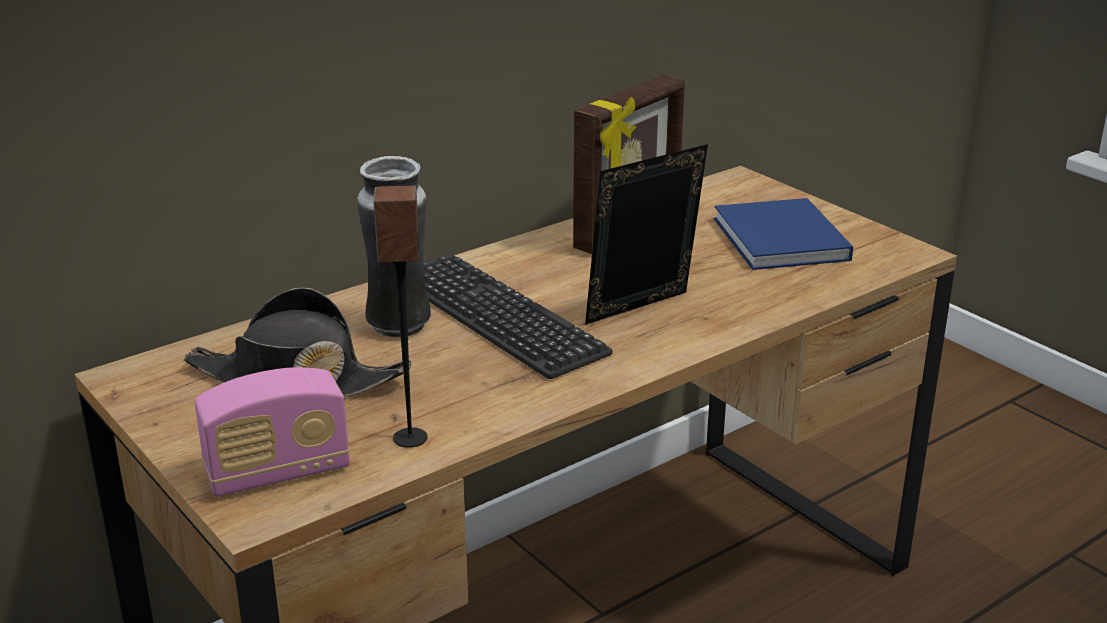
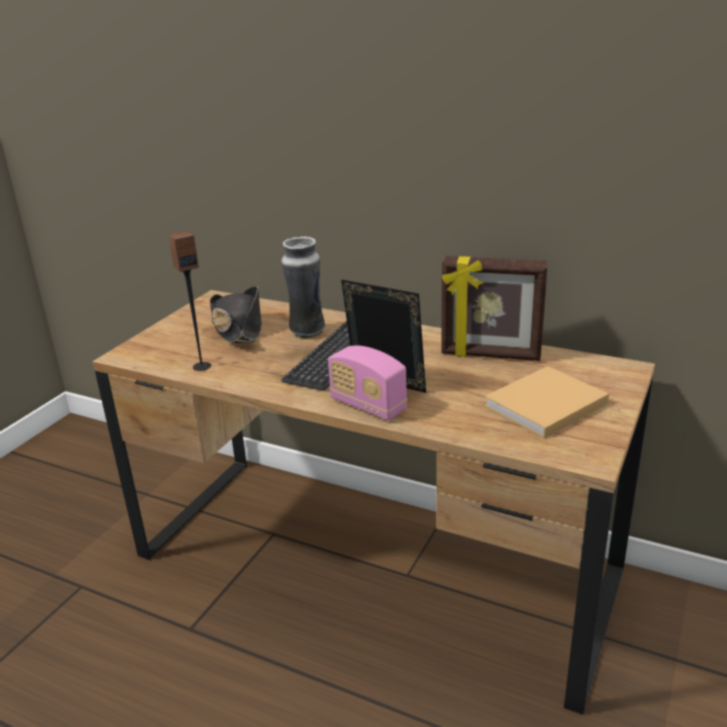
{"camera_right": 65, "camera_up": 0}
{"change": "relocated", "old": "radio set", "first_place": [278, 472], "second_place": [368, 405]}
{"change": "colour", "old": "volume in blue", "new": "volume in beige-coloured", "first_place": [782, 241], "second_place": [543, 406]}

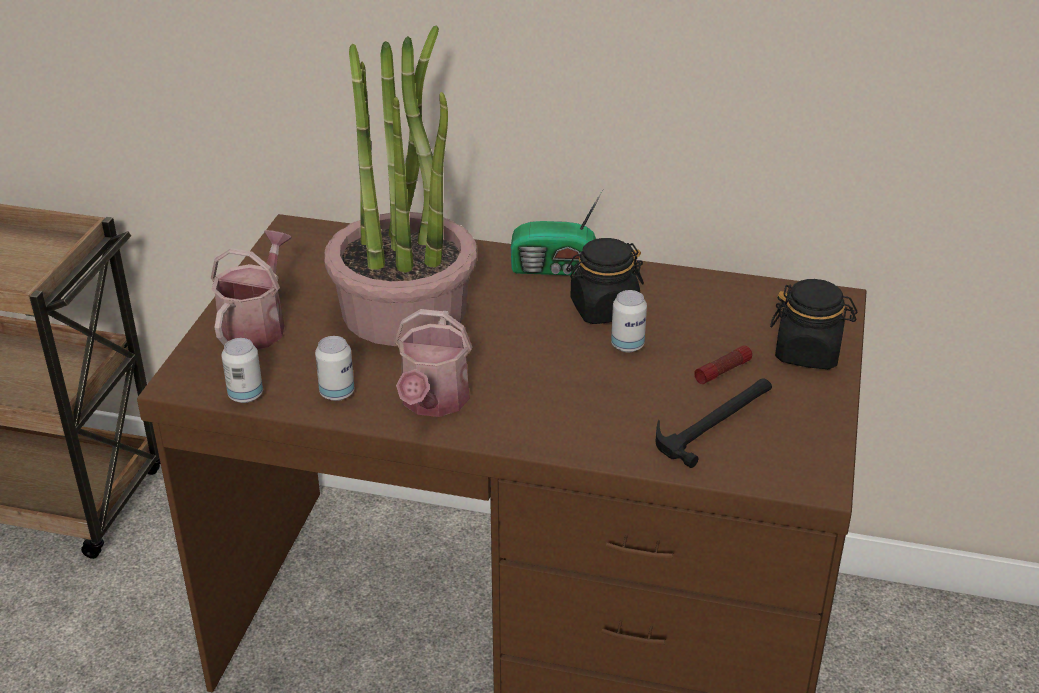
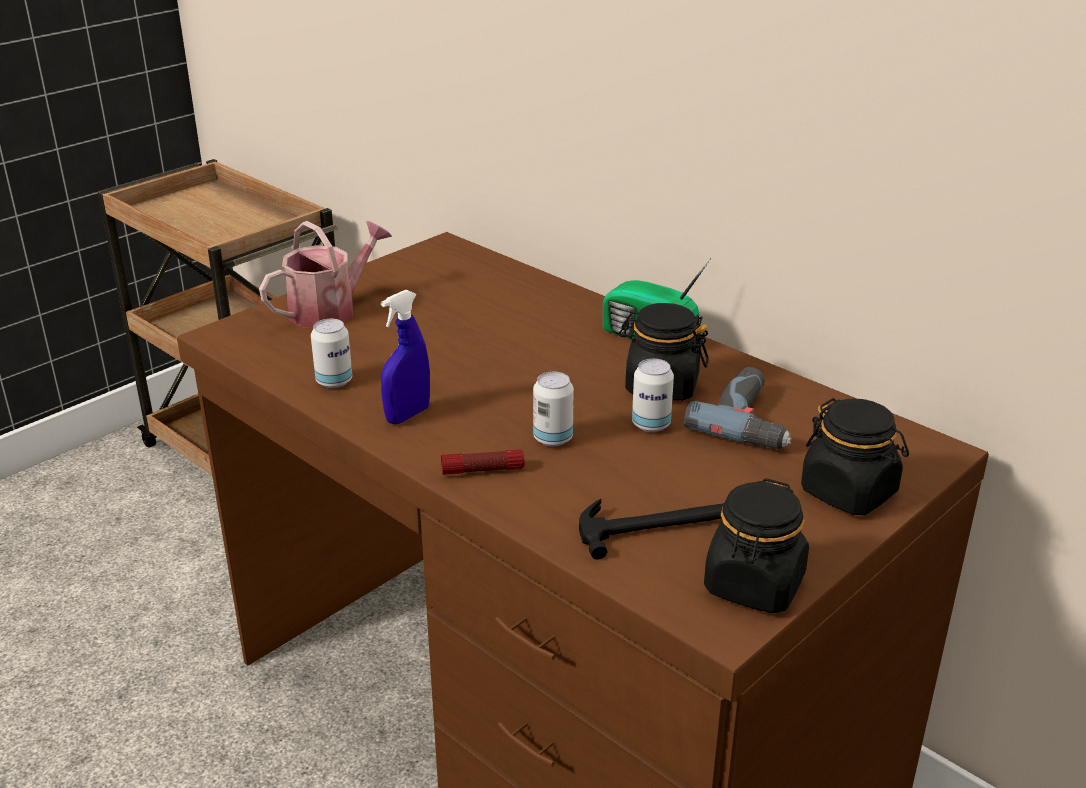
{"camera_right": 30, "camera_up": -5}
{"change": "exchanged", "old": "watering can", "new": "hand sprayer in blue", "first_place": [432, 402], "second_place": [407, 415]}
{"change": "relocated", "old": "torch", "first_place": [723, 371], "second_place": [483, 470]}
{"change": "relocated", "old": "can", "first_place": [245, 395], "second_place": [553, 439]}
{"change": "appeared", "new": "electric drill", "second_place": [751, 420]}
{"change": "appeared", "new": "jar in black-coloured", "second_place": [754, 585]}
{"change": "missing", "old": "potted plant", "first_place": [405, 309]}

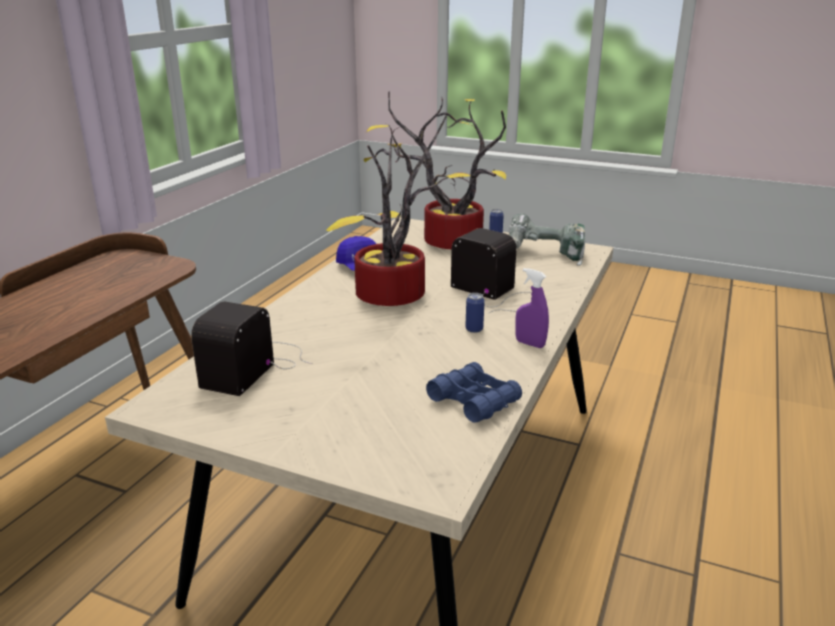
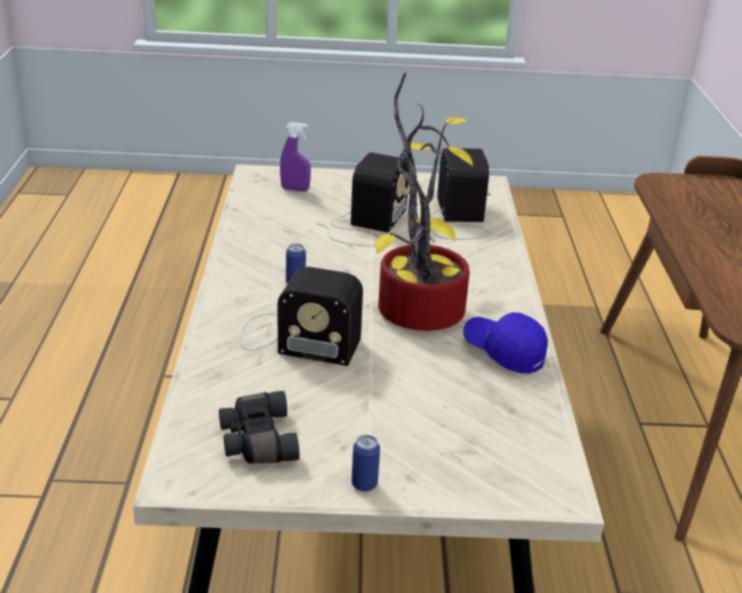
{"camera_right": 155, "camera_up": 5}
{"change": "exchanged", "old": "electric drill", "new": "pair of binoculars in black-coloured", "first_place": [544, 256], "second_place": [256, 441]}
{"change": "relocated", "old": "hand sprayer in purplish", "first_place": [530, 344], "second_place": [295, 189]}
{"change": "appeared", "new": "radio set", "second_place": [367, 225]}
{"change": "missing", "old": "potted plant", "first_place": [447, 242]}
{"change": "missing", "old": "pair of binoculars in blue", "first_place": [474, 401]}

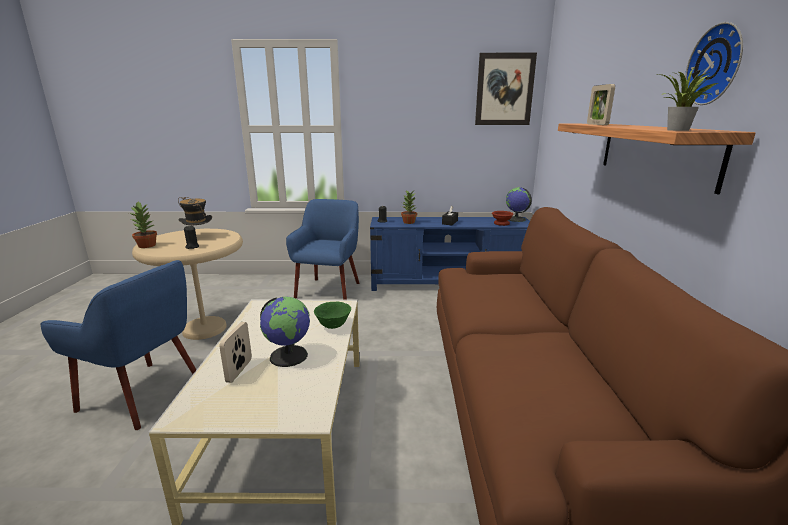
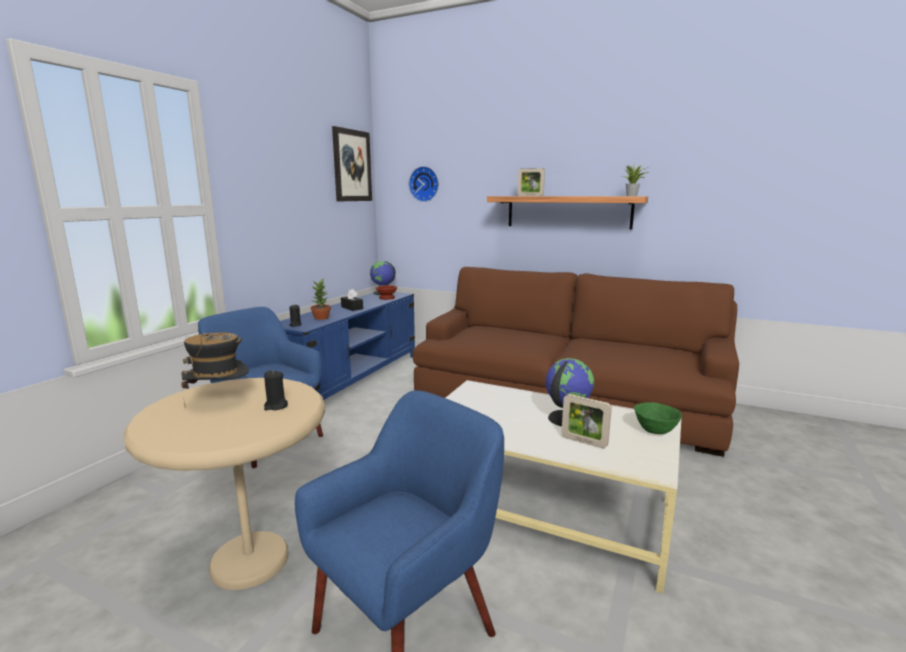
{"camera_right": -65, "camera_up": -5}
{"change": "relocated", "old": "wall clock", "first_place": [718, 65], "second_place": [424, 184]}
{"change": "relocated", "old": "deep dish in green-coloured", "first_place": [333, 325], "second_place": [655, 431]}
{"change": "missing", "old": "potted plant", "first_place": [147, 245]}

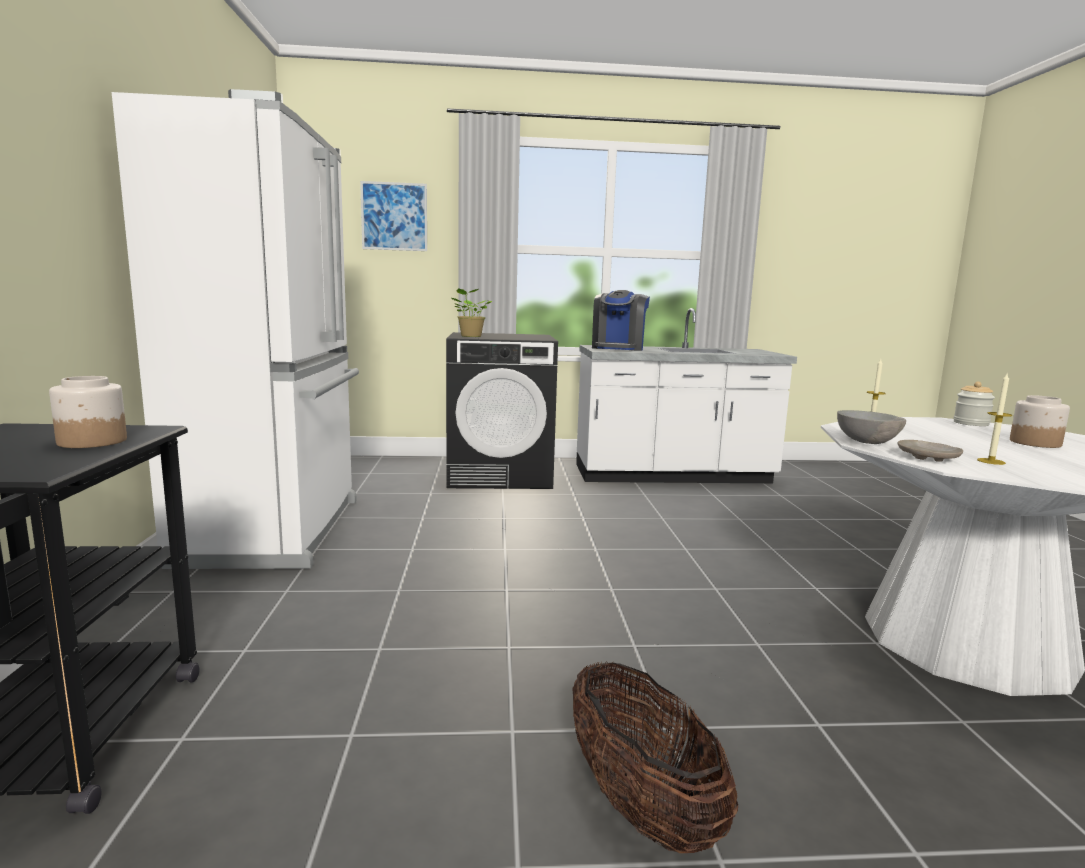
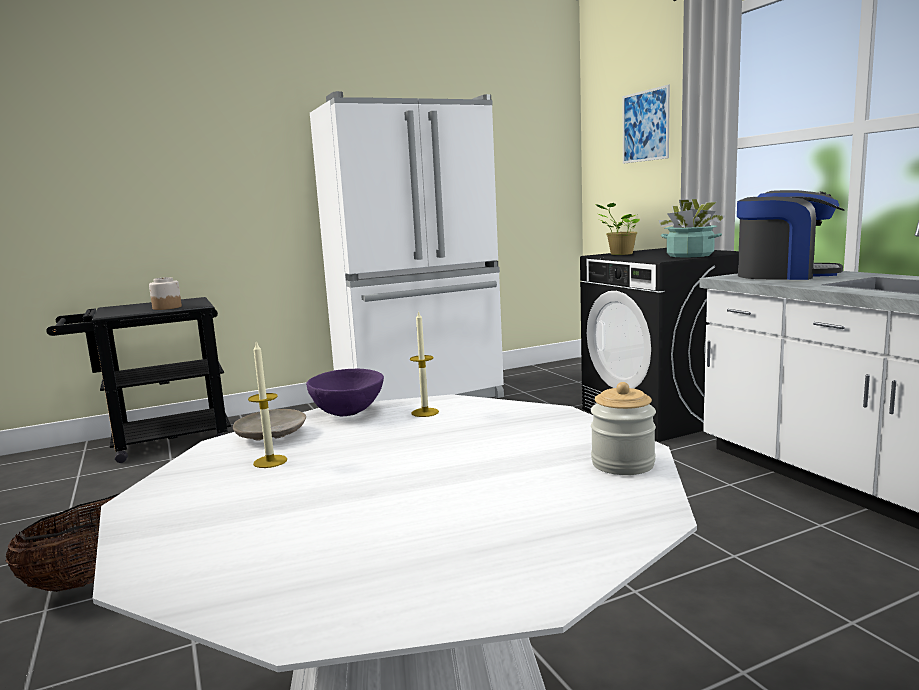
{"camera_right": 70, "camera_up": 0}
{"change": "colour", "old": "deep dish in greyish", "new": "deep dish in purplish", "first_place": [866, 442], "second_place": [349, 412]}
{"change": "appeared", "new": "potted plant", "second_place": [690, 255]}
{"change": "spun", "old": "coffee brewer", "first_place": [618, 348], "second_place": [784, 275], "degrees": -150}
{"change": "missing", "old": "jar", "first_place": [1034, 443]}

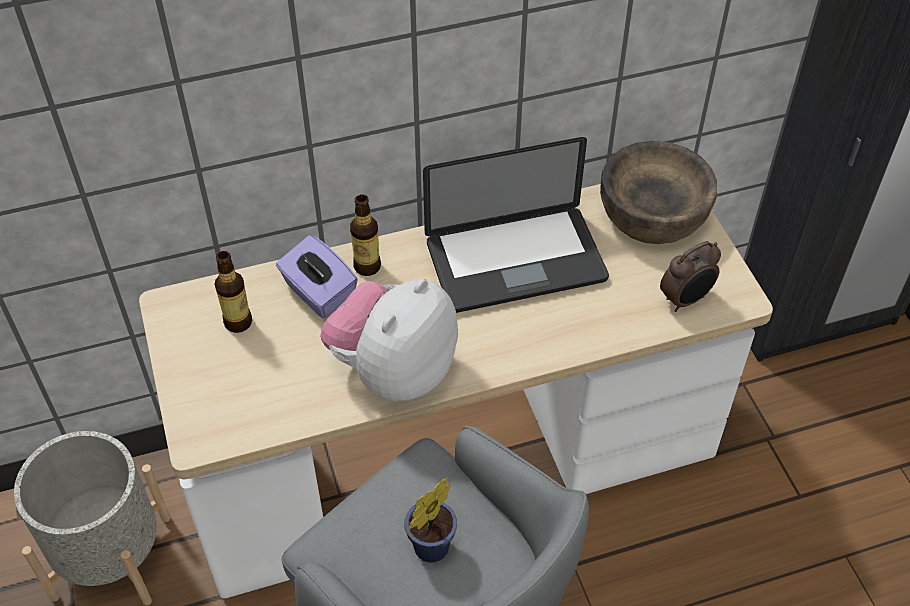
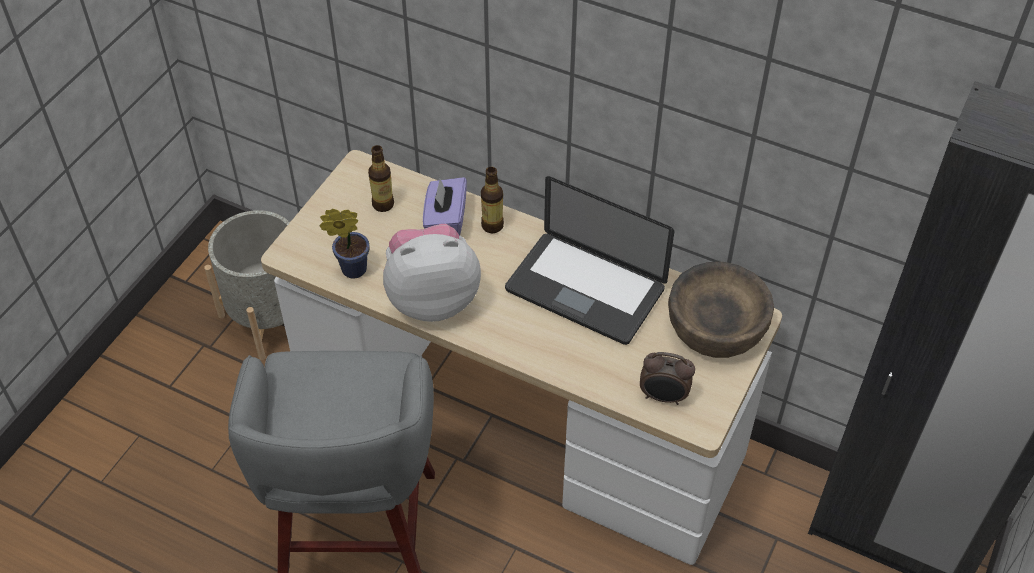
{"camera_right": 45, "camera_up": 0}
{"change": "relocated", "old": "potted plant", "first_place": [427, 550], "second_place": [350, 269]}

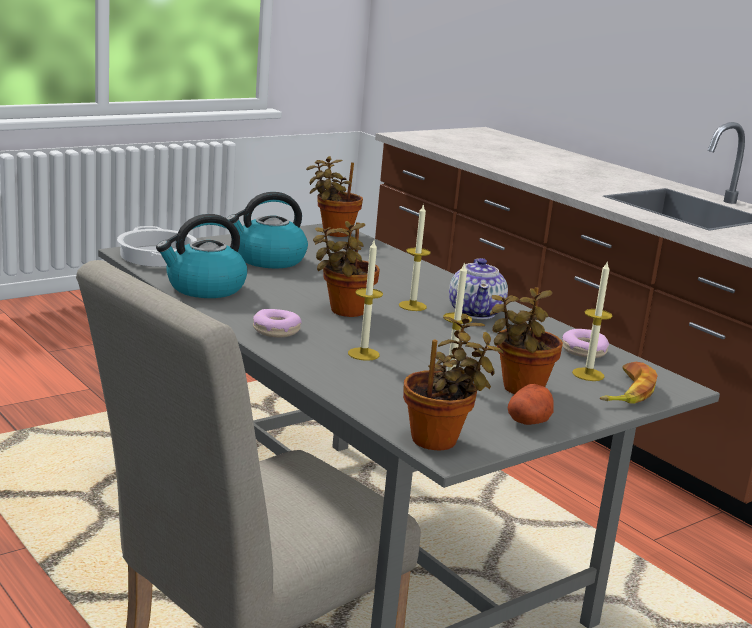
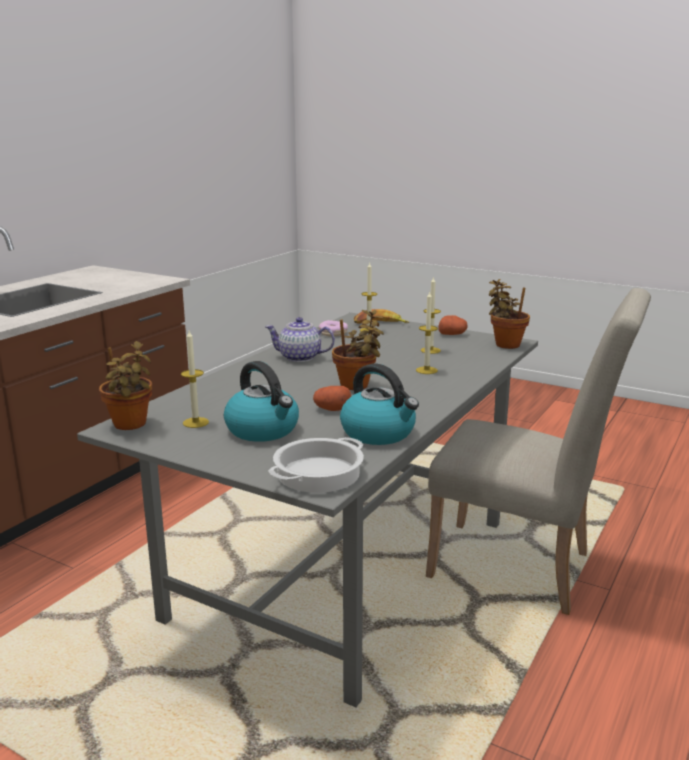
{"camera_right": -110, "camera_up": 0}
{"change": "relocated", "old": "candle", "first_place": [412, 306], "second_place": [195, 422]}
{"change": "spun", "old": "teapot", "first_place": [476, 312], "second_place": [300, 358], "degrees": -150}
{"change": "appeared", "new": "potato", "second_place": [331, 409]}
{"change": "missing", "old": "ring doughnut", "first_place": [276, 330]}
{"change": "missing", "old": "potted plant", "first_place": [519, 389]}

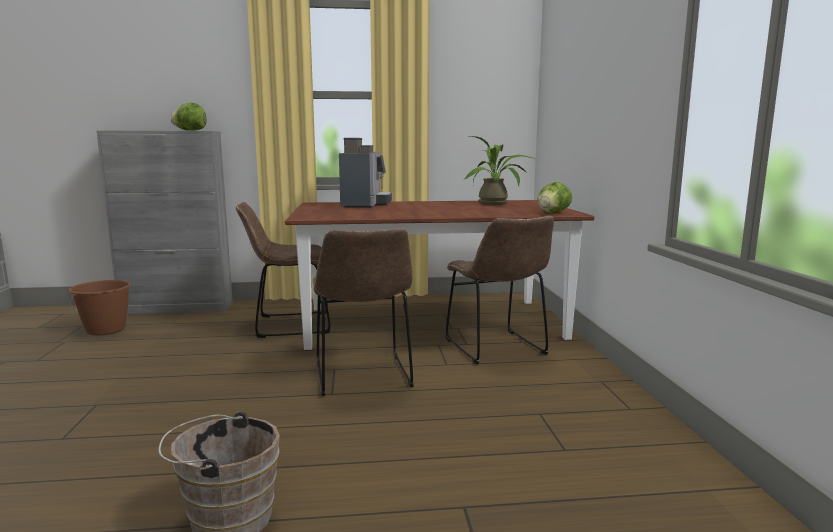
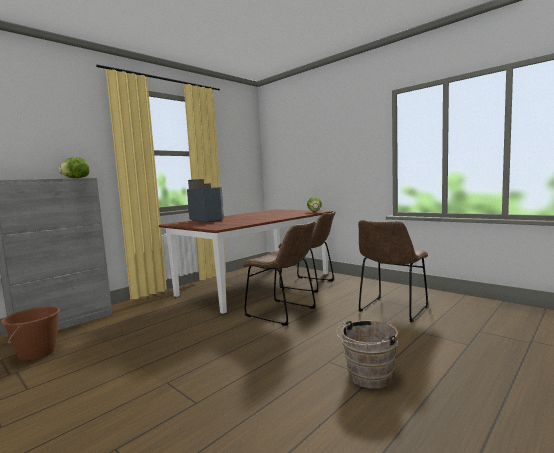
{"camera_right": -40, "camera_up": -5}
{"change": "relocated", "old": "plain chair in brownish", "first_place": [288, 325], "second_place": [392, 310]}
{"change": "missing", "old": "potted plant", "first_place": [497, 203]}

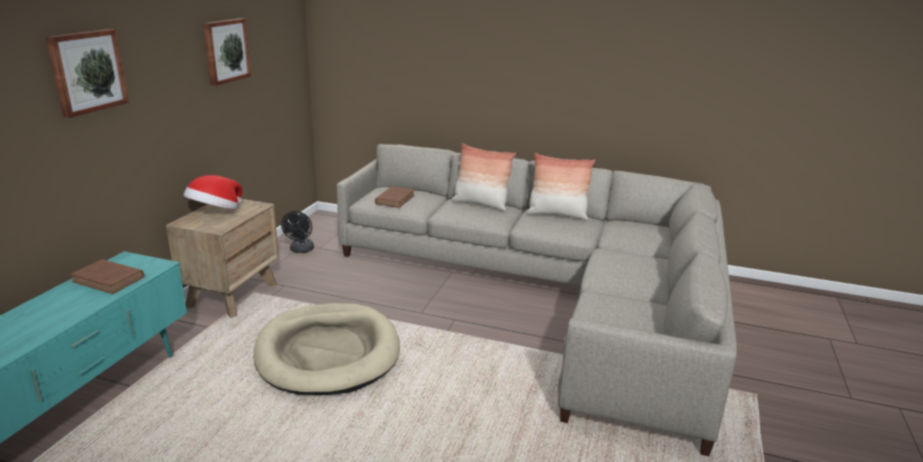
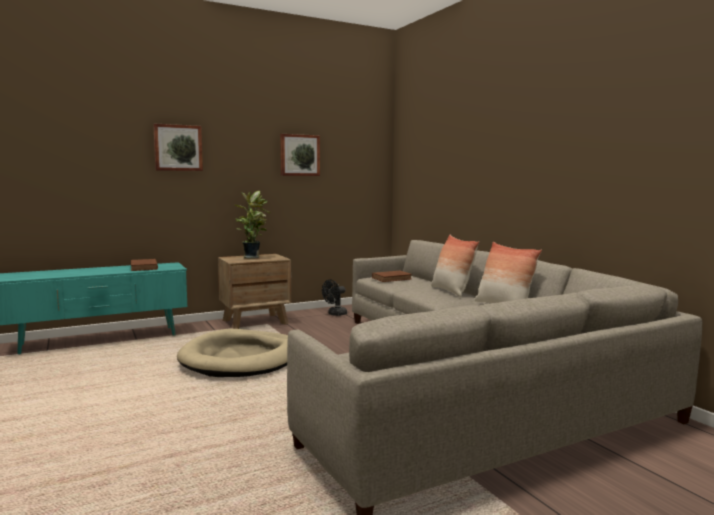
{"camera_right": 45, "camera_up": -15}
{"change": "exchanged", "old": "clothing hat", "new": "potted plant", "first_place": [215, 212], "second_place": [252, 257]}

